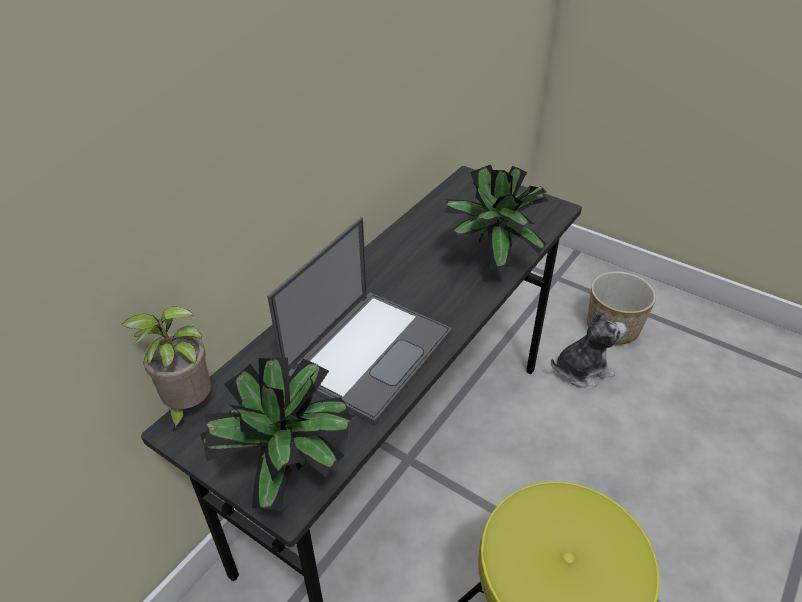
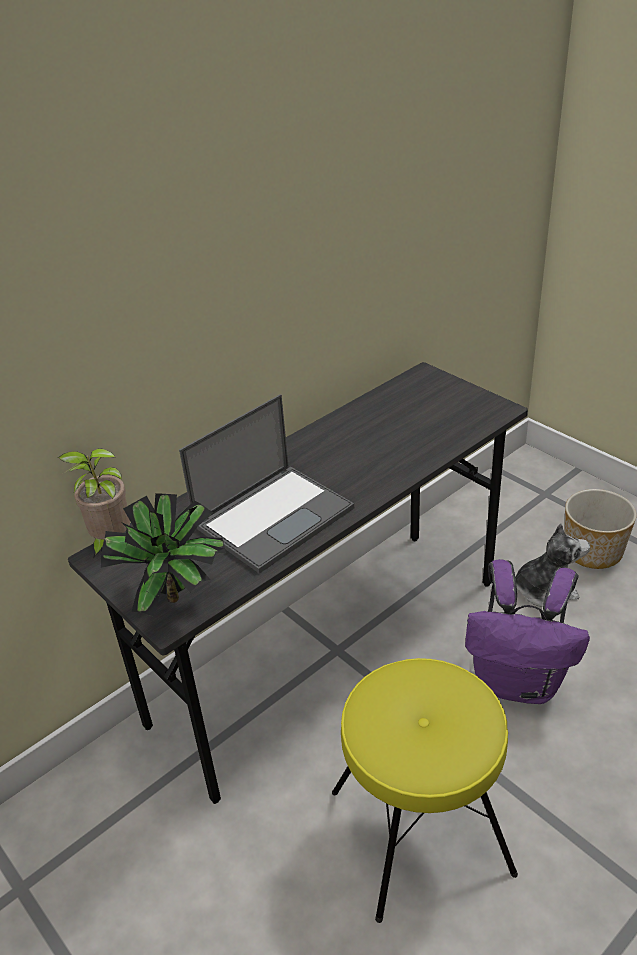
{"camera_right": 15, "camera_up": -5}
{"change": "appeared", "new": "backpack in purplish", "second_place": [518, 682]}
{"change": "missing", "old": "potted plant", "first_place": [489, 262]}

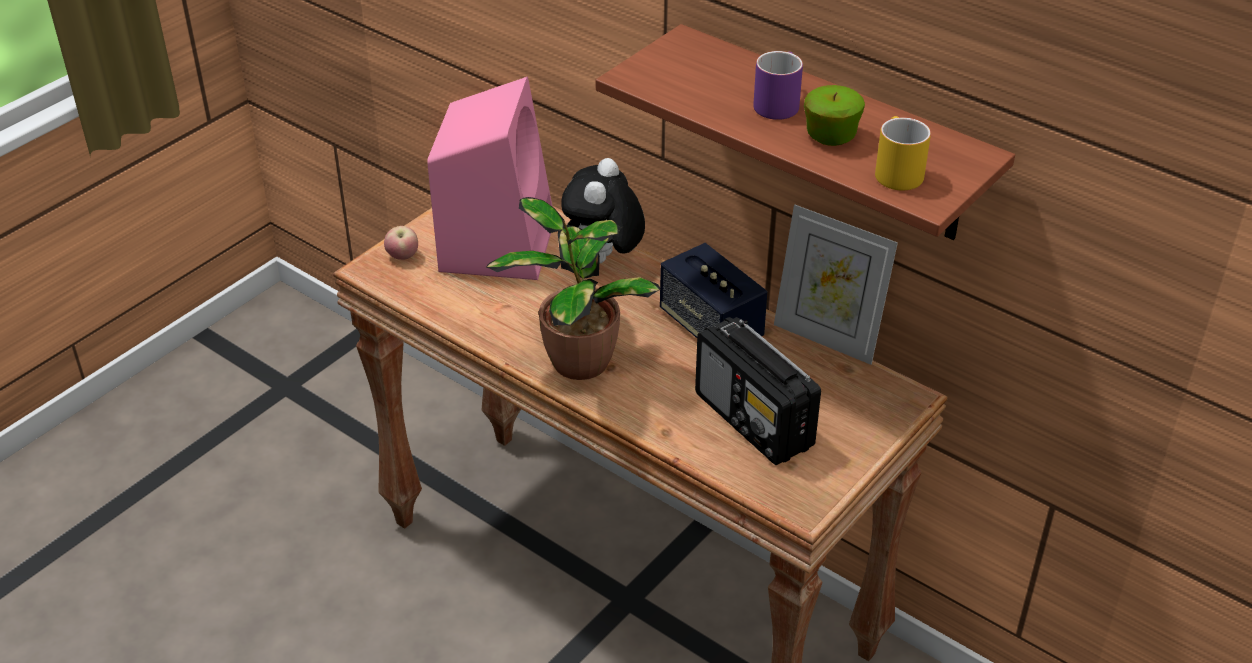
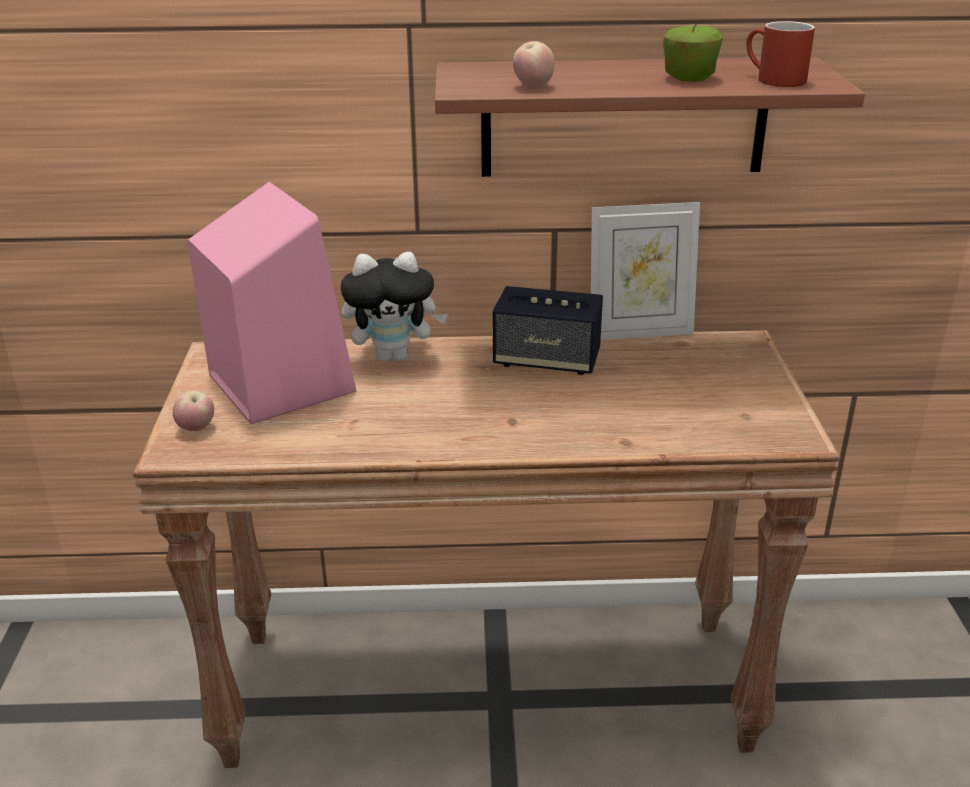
{"camera_right": -40, "camera_up": -10}
{"change": "spun", "old": "soft toy", "first_place": [603, 261], "second_place": [394, 356], "degrees": -75}
{"change": "appeared", "new": "apple", "second_place": [533, 86]}
{"change": "colour", "old": "coffee mug in yellow", "new": "coffee mug in red", "first_place": [895, 171], "second_place": [772, 80]}
{"change": "missing", "old": "potted plant", "first_place": [576, 360]}
{"change": "missing", "old": "radio set", "first_place": [754, 421]}
{"change": "missing", "old": "coffee mug in purplish", "first_place": [777, 102]}

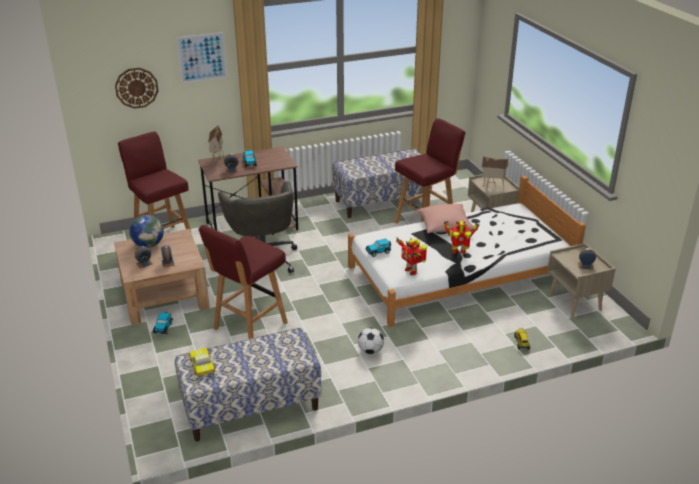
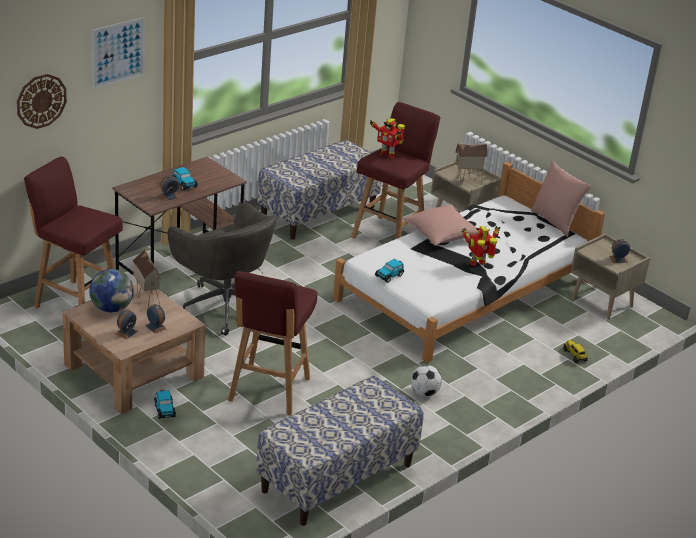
{"camera_right": -25, "camera_up": 0}
{"change": "relocated", "old": "model house", "first_place": [217, 161], "second_place": [146, 300]}
{"change": "relocated", "old": "toy robot", "first_place": [411, 271], "second_place": [387, 155]}
{"change": "appeared", "new": "pillow in pink", "second_place": [555, 222]}
{"change": "missing", "old": "miniature car", "first_place": [201, 365]}

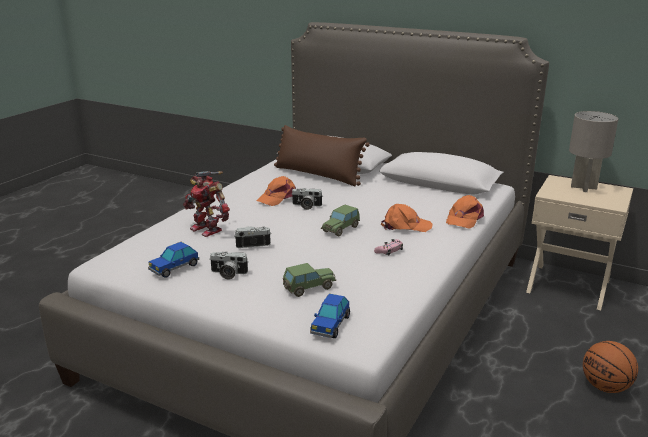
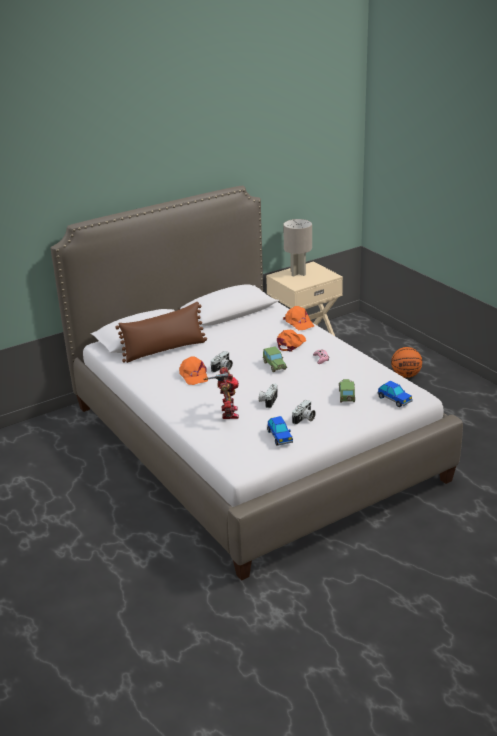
{"camera_right": -60, "camera_up": 5}
{"change": "spun", "old": "toy robot", "first_place": [208, 229], "second_place": [227, 413], "degrees": -75}

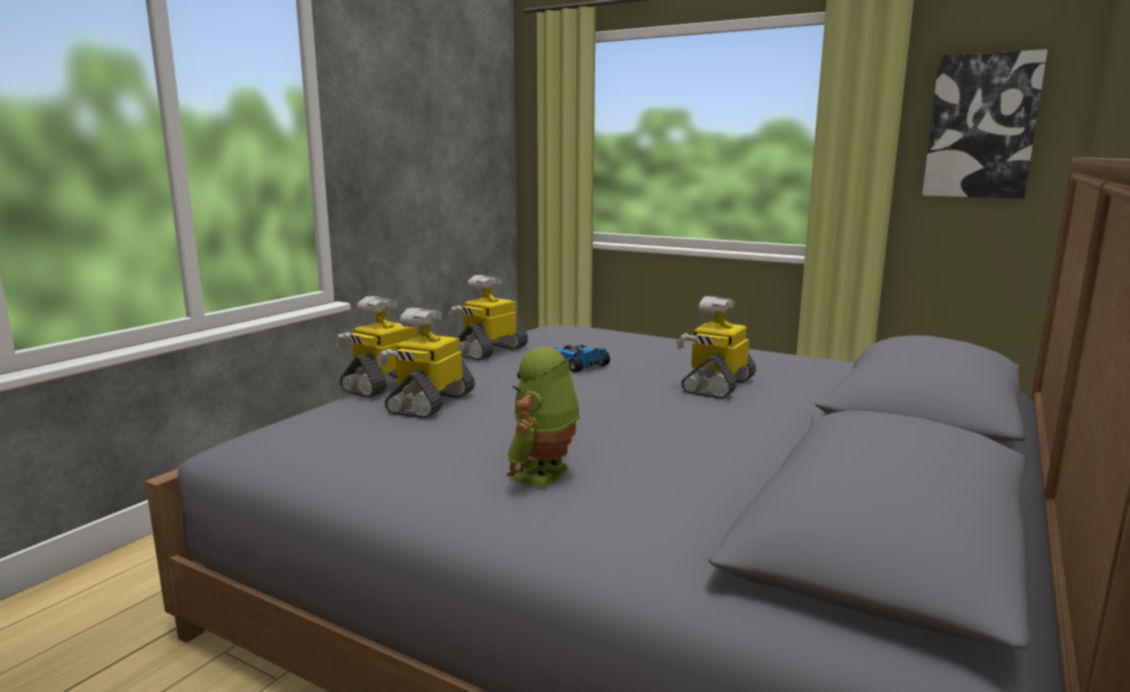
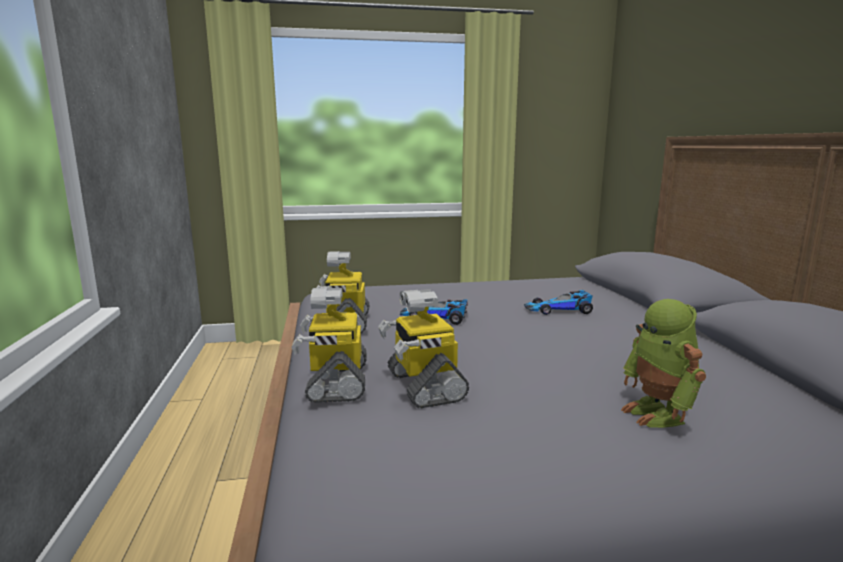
{"camera_right": -40, "camera_up": 0}
{"change": "exchanged", "old": "toy robot", "new": "miniature car", "first_place": [717, 385], "second_place": [559, 310]}
{"change": "missing", "old": "picture", "first_place": [981, 126]}

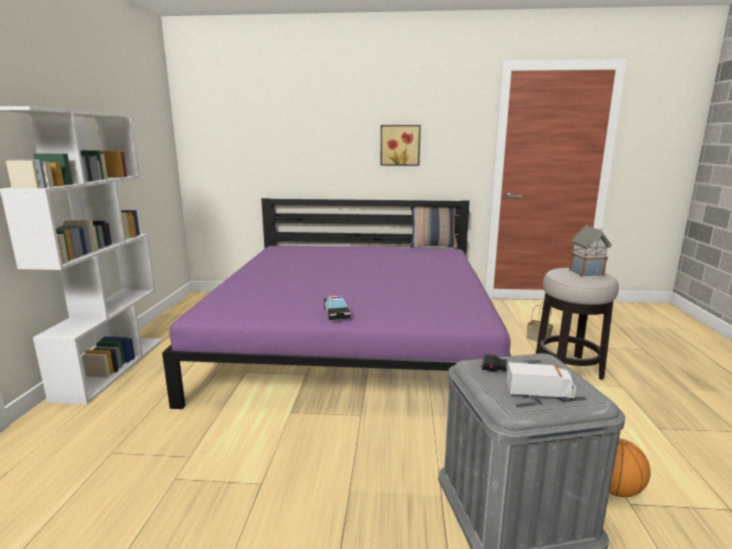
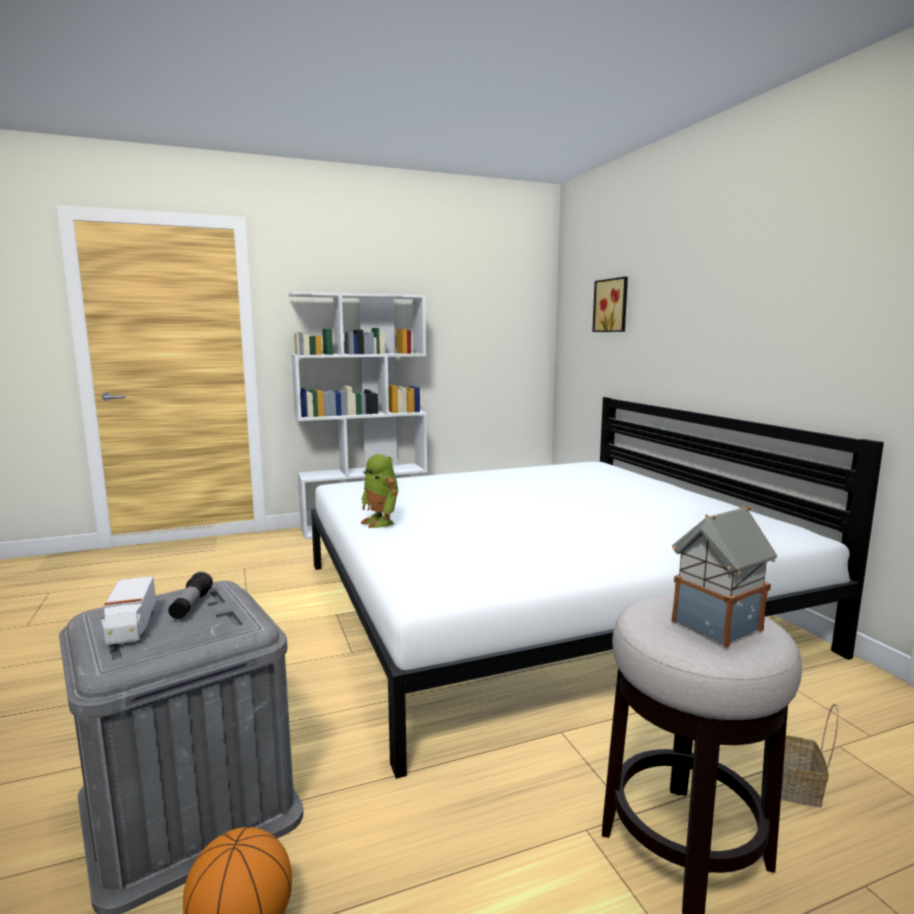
{"camera_right": 65, "camera_up": -5}
{"change": "colour", "old": "sleeping bed in purplish", "new": "sleeping bed in white", "first_place": [354, 339], "second_place": [539, 604]}
{"change": "exchanged", "old": "miniature car", "new": "toy robot", "first_place": [336, 313], "second_place": [381, 522]}
{"change": "relocated", "old": "picture", "first_place": [400, 145], "second_place": [612, 305]}
{"change": "missing", "old": "pillow", "first_place": [433, 246]}

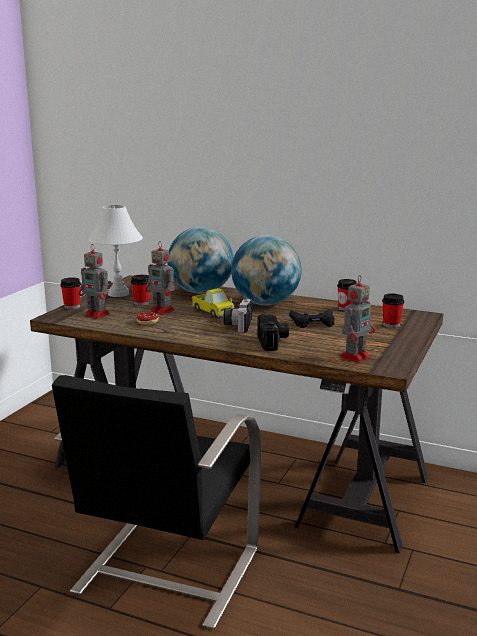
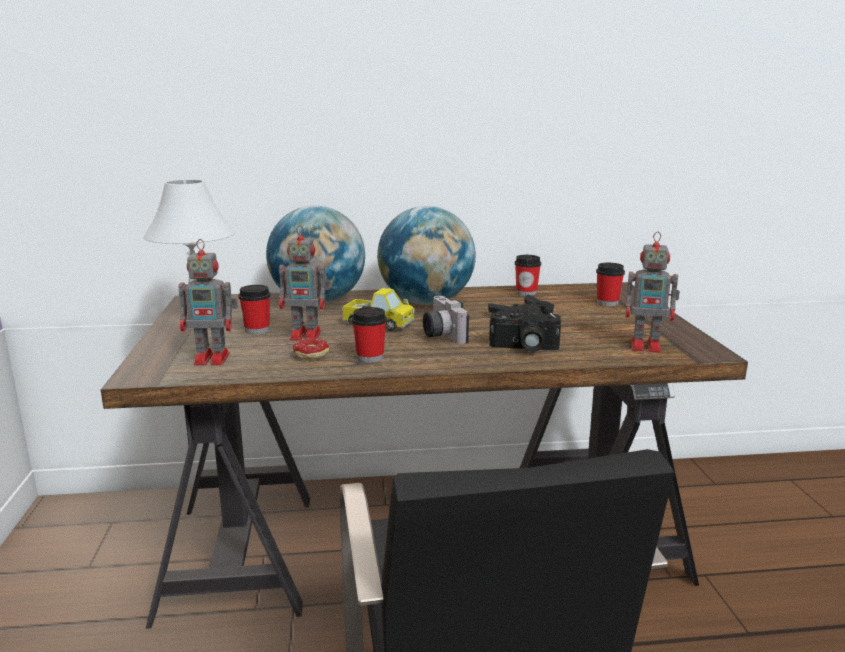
{"camera_right": -30, "camera_up": 0}
{"change": "relocated", "old": "small cup", "first_place": [72, 306], "second_place": [370, 357]}
{"change": "spun", "old": "photo camera", "first_place": [273, 342], "second_place": [523, 348], "degrees": 135}
{"change": "spun", "old": "toy robot", "first_place": [356, 356], "second_place": [647, 346], "degrees": 90}

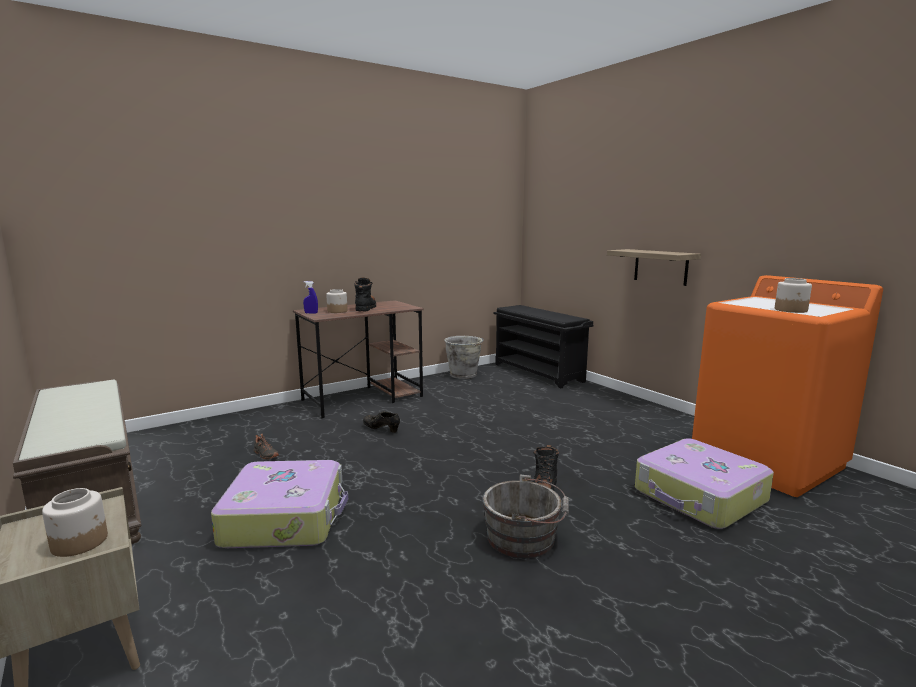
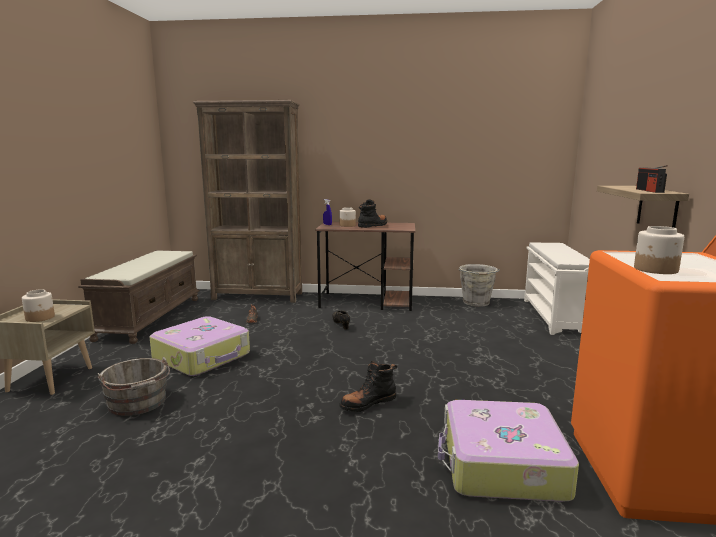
{"camera_right": 40, "camera_up": 0}
{"change": "relocated", "old": "water bucket in greyish", "first_place": [525, 538], "second_place": [138, 403]}
{"change": "appeared", "new": "shelving unit in brownish", "second_place": [258, 296]}
{"change": "colour", "old": "shoe shelf in black-coloured", "new": "shoe shelf in white", "first_place": [539, 373], "second_place": [555, 317]}
{"change": "appeared", "new": "radio set", "second_place": [649, 191]}

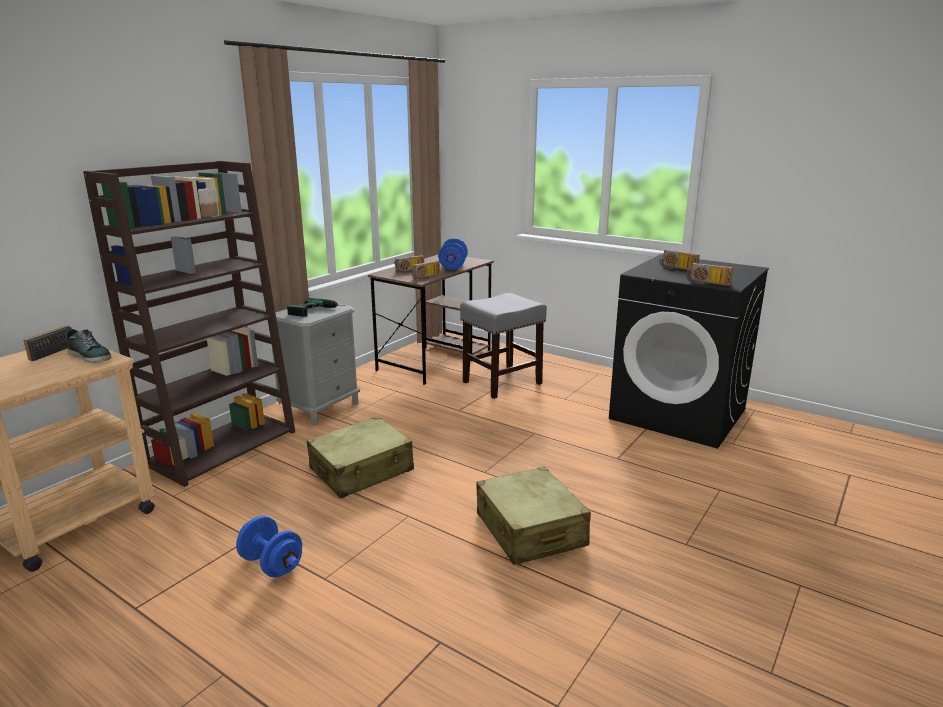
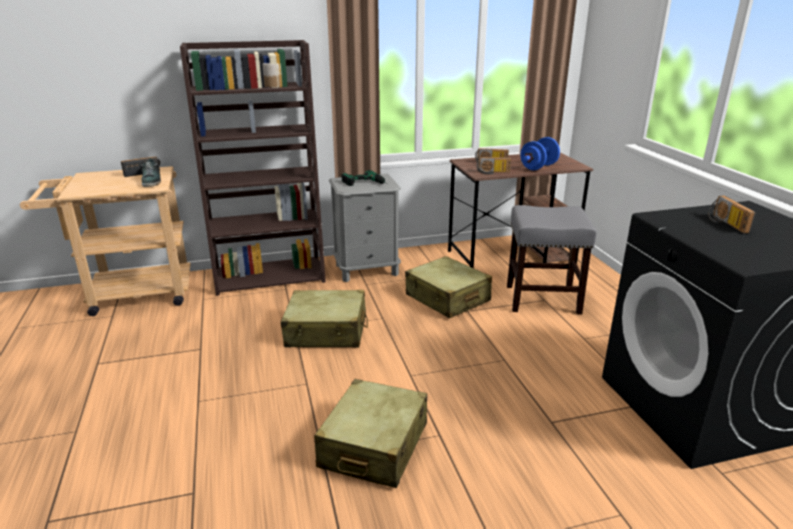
{"camera_right": 40, "camera_up": 5}
{"change": "appeared", "new": "travel case in beige-coloured", "second_place": [447, 298]}
{"change": "missing", "old": "free weight in blue", "first_place": [271, 564]}
{"change": "missing", "old": "radio set", "first_place": [707, 283]}

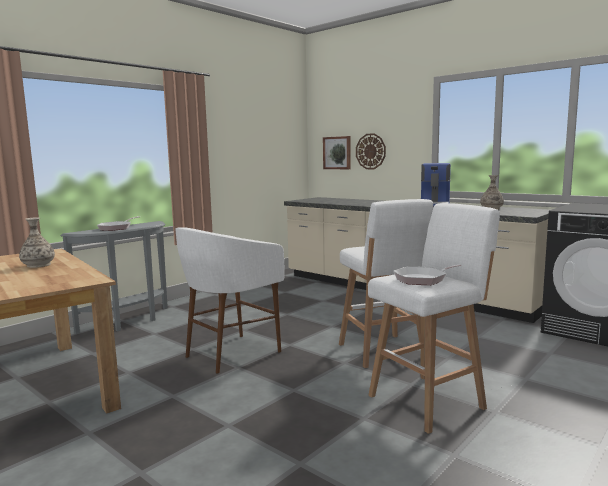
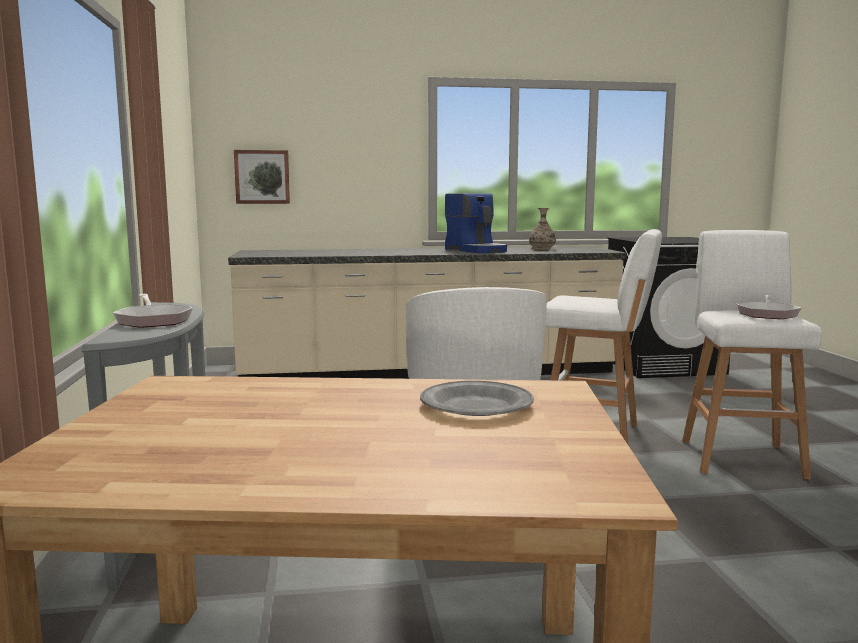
{"camera_right": -50, "camera_up": 0}
{"change": "appeared", "new": "flat dish in greyish", "second_place": [477, 405]}
{"change": "missing", "old": "vase", "first_place": [38, 265]}
{"change": "missing", "old": "wall clock", "first_place": [370, 151]}

